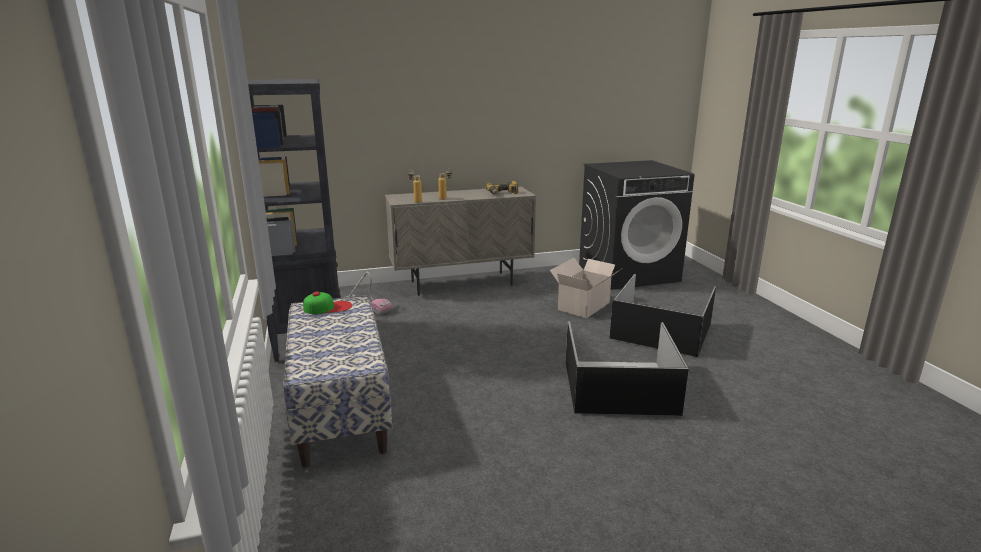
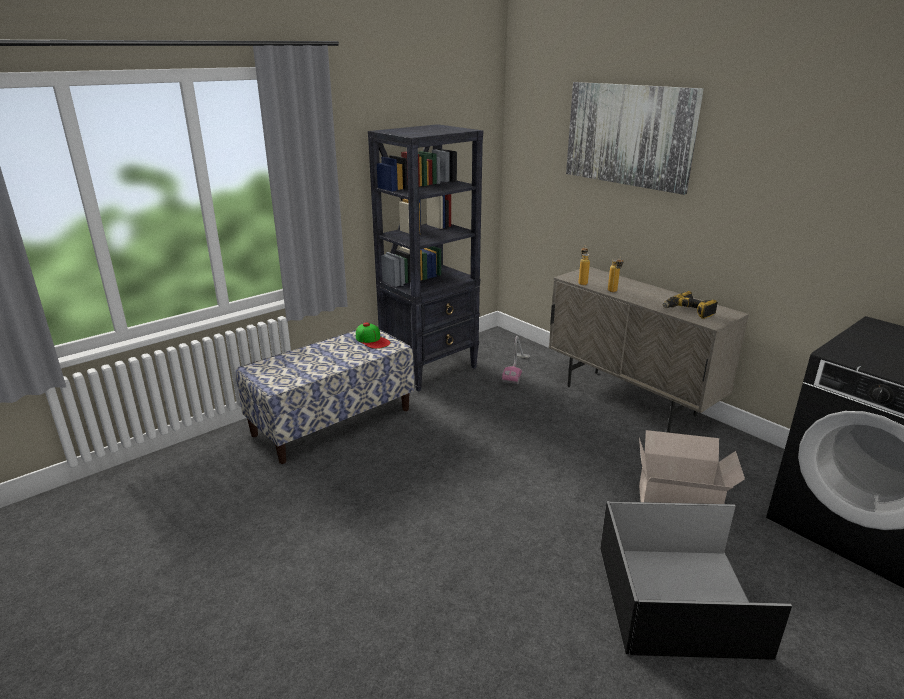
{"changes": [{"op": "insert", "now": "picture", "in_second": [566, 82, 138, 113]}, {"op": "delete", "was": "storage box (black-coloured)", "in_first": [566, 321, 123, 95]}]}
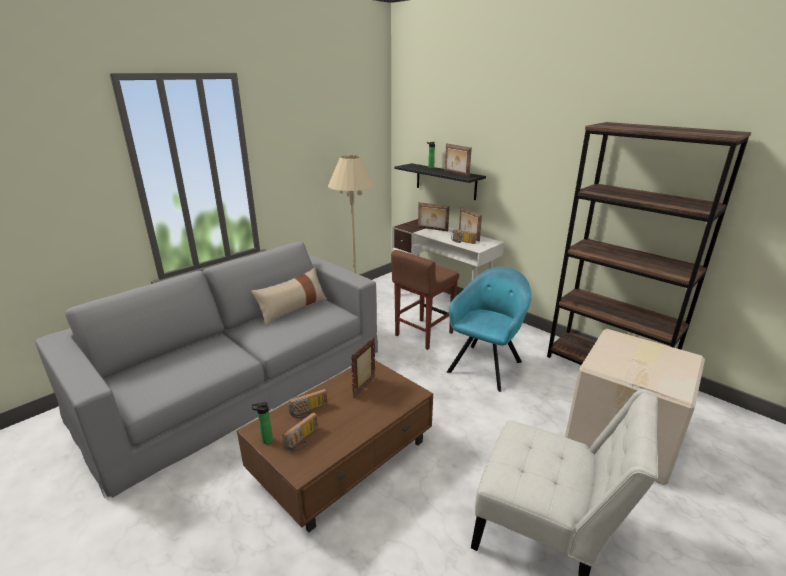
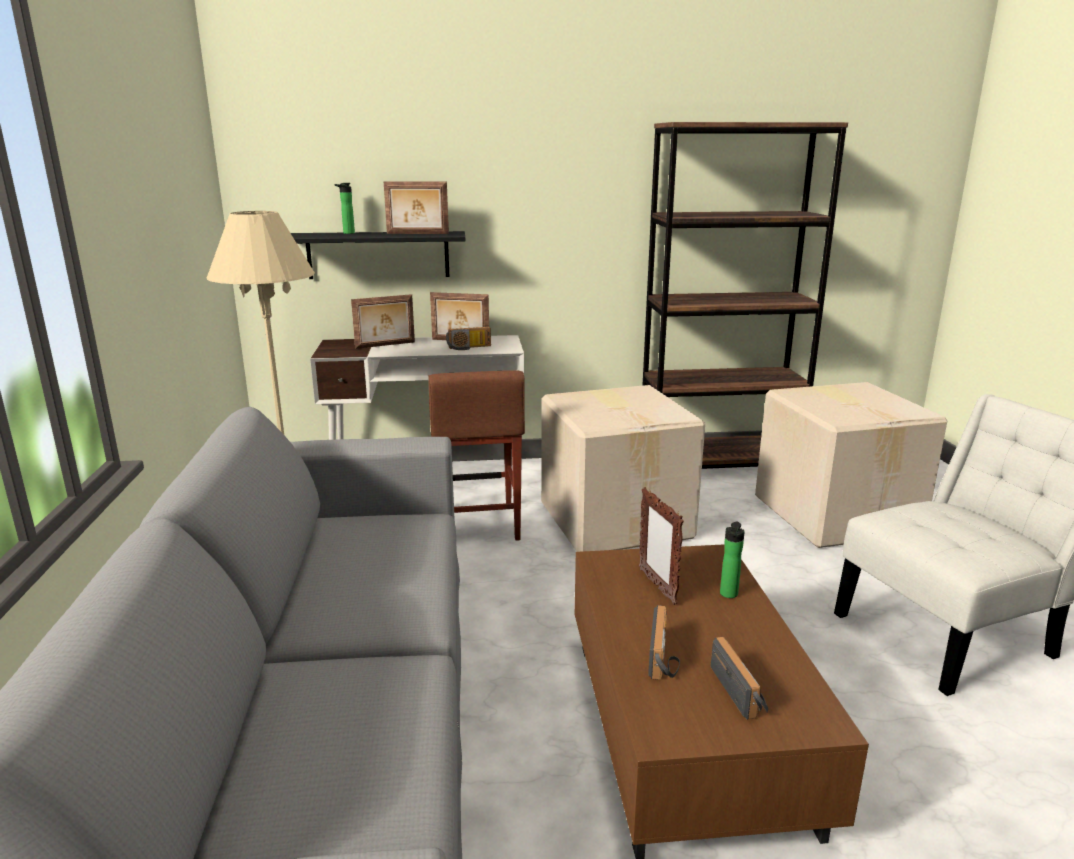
{"changes": [{"op": "replace", "was": "armchair (blue-green)", "now": "cardboard box", "in_first": [447, 267, 84, 125], "in_second": [541, 385, 164, 167]}, {"op": "move", "was": "drink bottle", "in_first": [252, 402, 21, 42], "in_second": [720, 521, 25, 77]}, {"op": "delete", "was": "pillow (beige)", "in_first": [251, 268, 76, 57]}]}
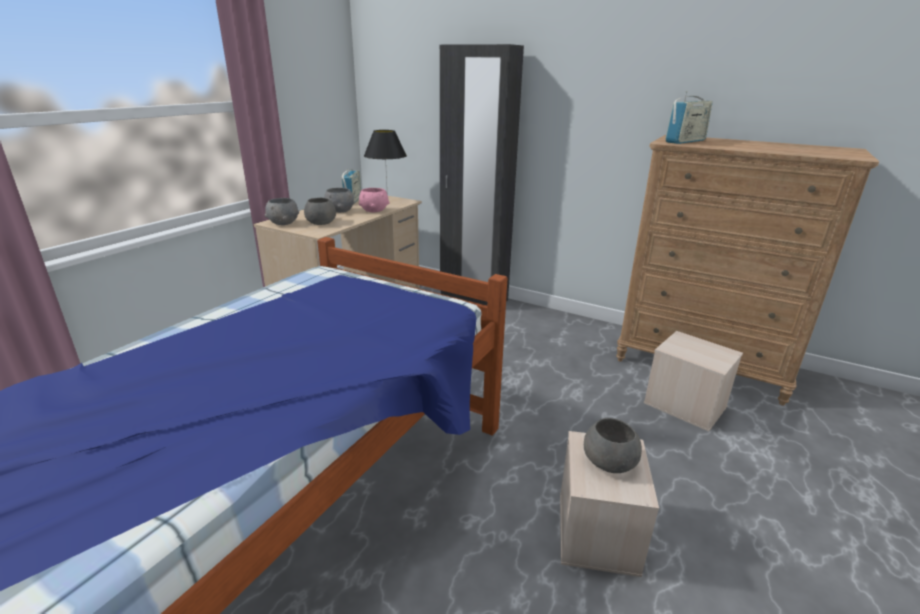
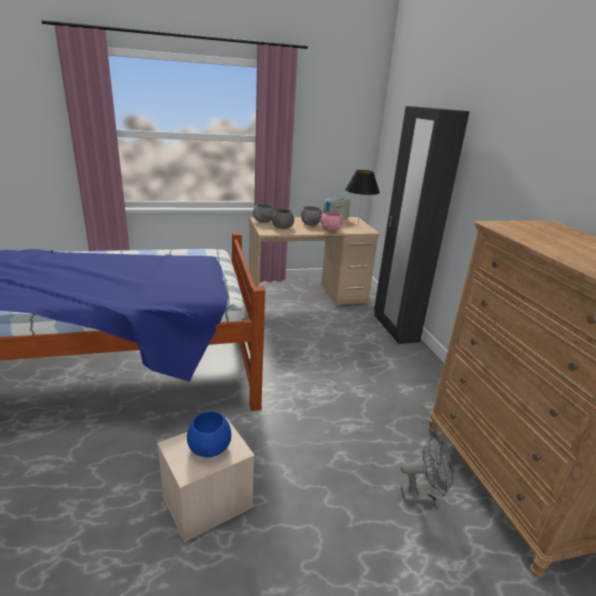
{"changes": [{"op": "recolor", "was": "serving bowl (grey)", "now": "serving bowl (bluish)", "in_first": [584, 418, 58, 55], "in_second": [187, 411, 44, 46]}, {"op": "replace", "was": "storage box (beige)", "now": "cooling fan (grey)", "in_first": [644, 331, 99, 101], "in_second": [401, 437, 53, 66]}, {"op": "delete", "was": "radio", "in_first": [665, 91, 48, 53]}]}
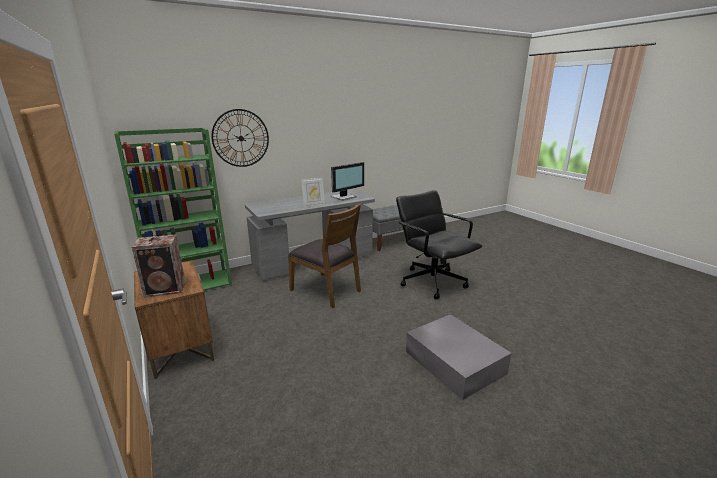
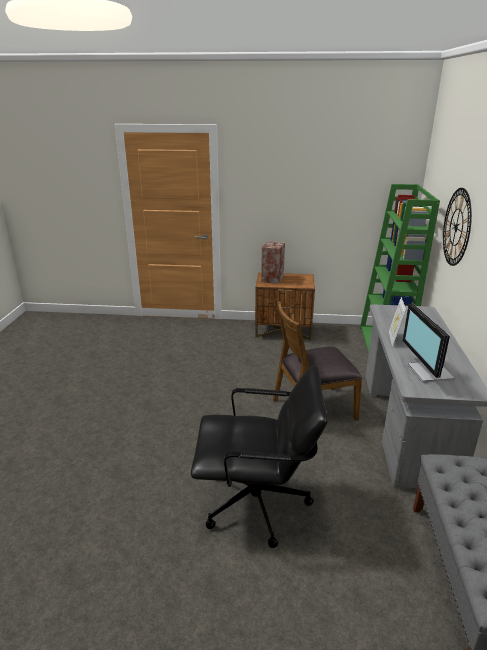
{"changes": [{"op": "delete", "was": "storage box (grey)", "in_first": [406, 314, 105, 86]}]}
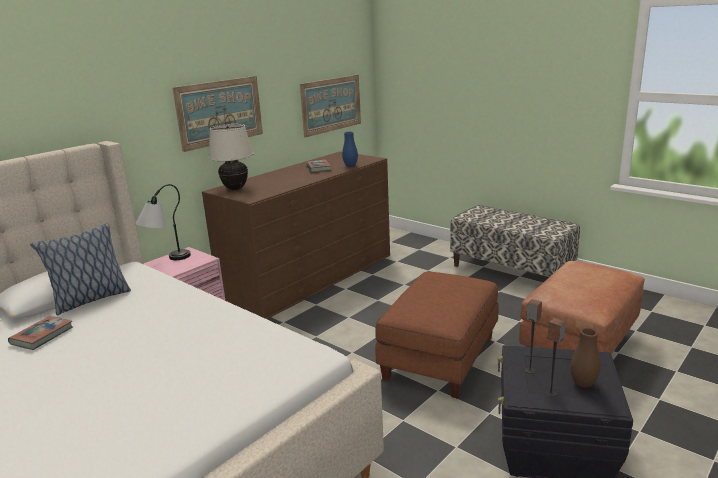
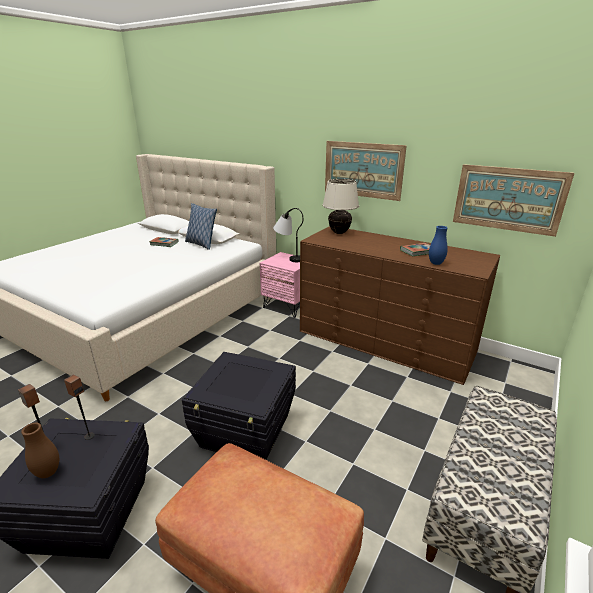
{"changes": [{"op": "replace", "was": "footrest (brown)", "now": "storage box (black-coloured)", "in_first": [375, 272, 124, 127], "in_second": [182, 352, 114, 108]}]}
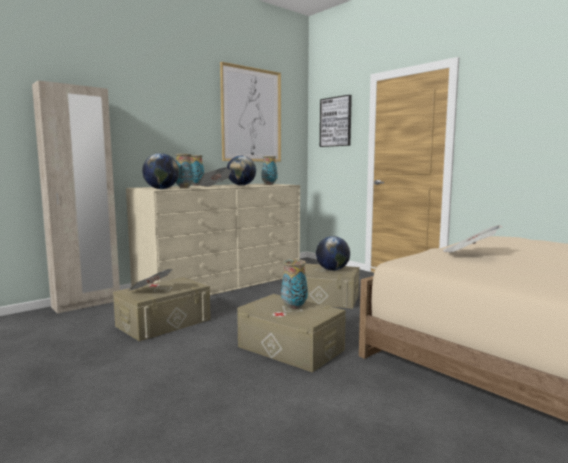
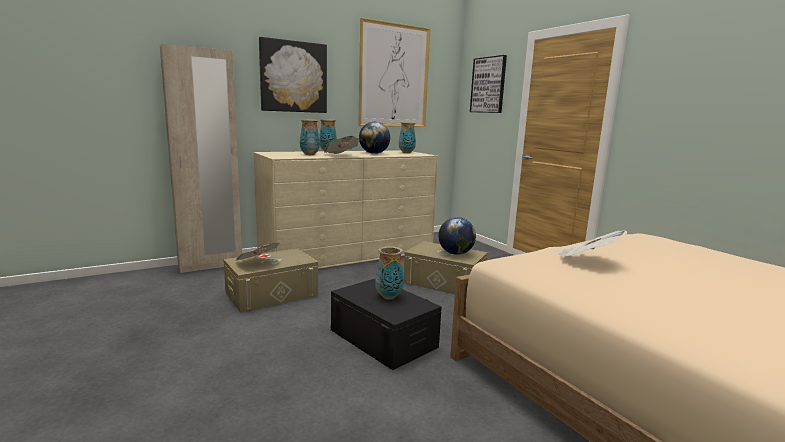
{"changes": [{"op": "insert", "now": "picture", "in_second": [259, 37, 68, 76]}, {"op": "recolor", "was": "storage box (beige)", "now": "storage box (black-coloured)", "in_first": [237, 294, 109, 79], "in_second": [331, 279, 111, 91]}, {"op": "delete", "was": "globe", "in_first": [142, 153, 37, 36]}]}
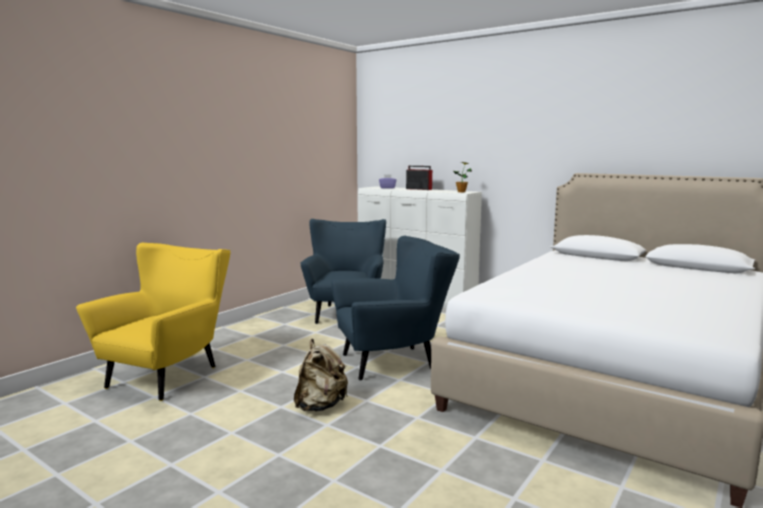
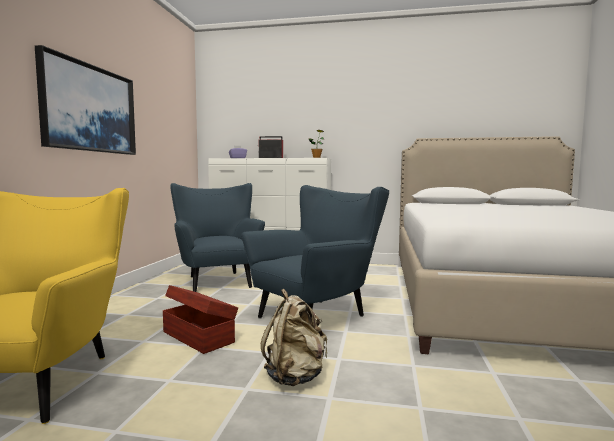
{"changes": [{"op": "insert", "now": "picture", "in_second": [35, 45, 101, 110]}, {"op": "insert", "now": "storage box (brown)", "in_second": [163, 285, 75, 69]}]}
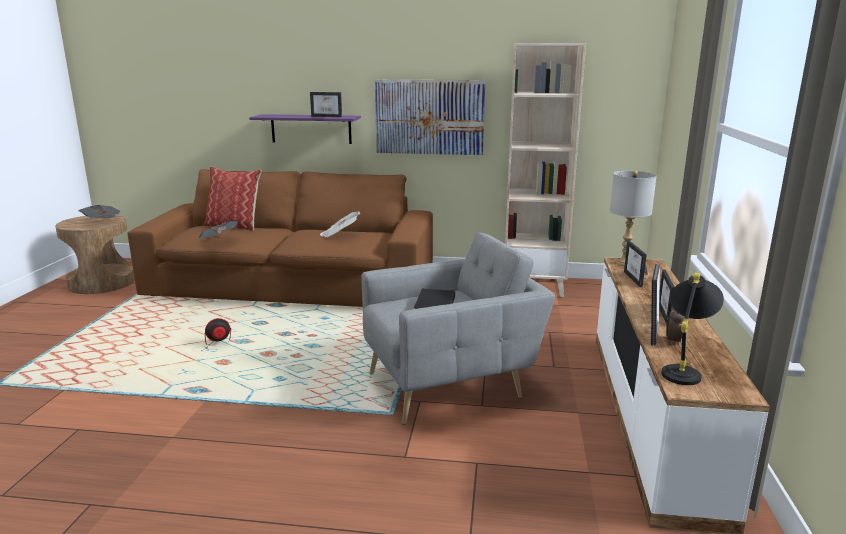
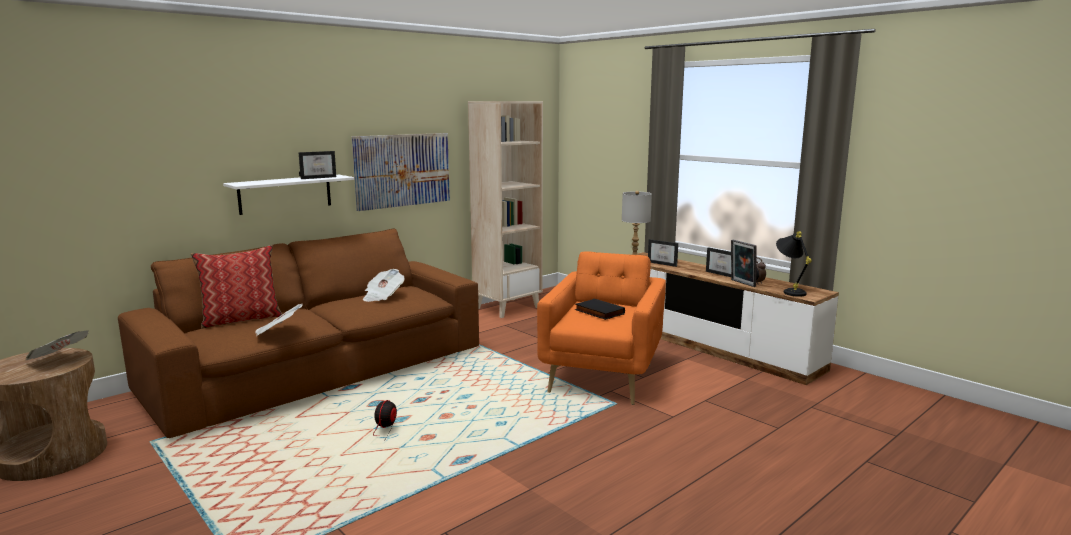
{"changes": [{"op": "recolor", "was": "shelf (purple)", "now": "shelf (white)", "in_first": [249, 114, 112, 30], "in_second": [223, 175, 131, 40]}, {"op": "recolor", "was": "armchair (grey)", "now": "armchair (orange-coloured)", "in_first": [361, 233, 194, 192], "in_second": [537, 251, 129, 154]}]}
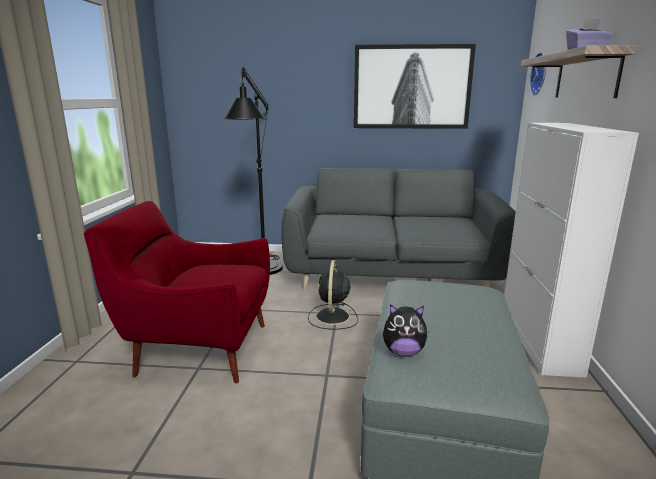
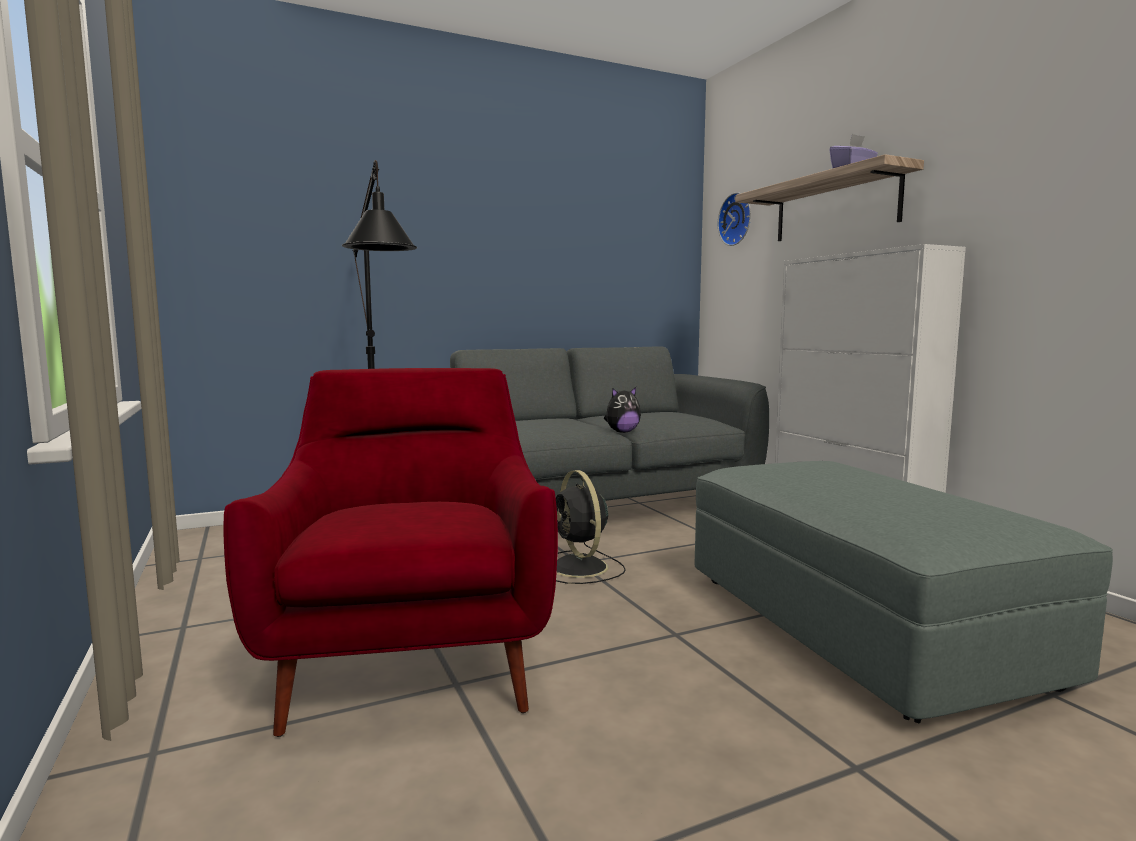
{"changes": [{"op": "rotate", "was": "armchair (red)", "in_first": [84, 201, 186, 182], "in_second": [224, 368, 334, 369], "clockwise": 105}, {"op": "move", "was": "soft toy", "in_first": [383, 304, 46, 52], "in_second": [604, 387, 37, 46]}, {"op": "delete", "was": "picture", "in_first": [354, 44, 122, 85]}]}
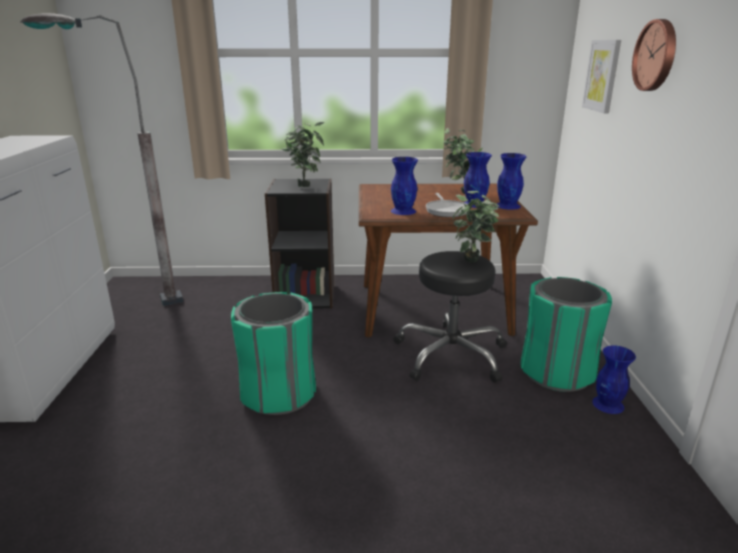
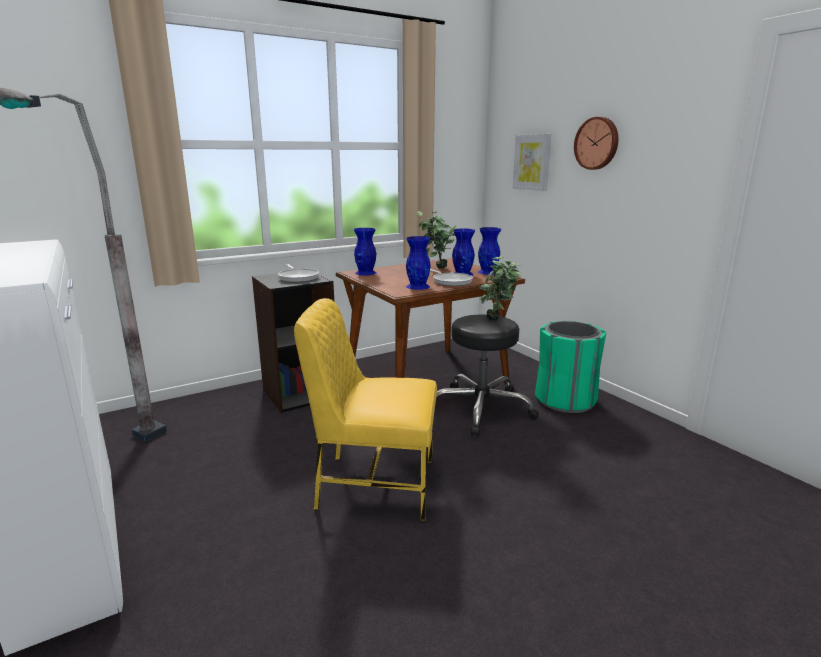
{"changes": [{"op": "replace", "was": "potted plant", "now": "frying pan", "in_first": [281, 122, 43, 65], "in_second": [278, 264, 41, 18]}, {"op": "replace", "was": "rubbish bin (green)", "now": "chair (yellow)", "in_first": [231, 292, 85, 123], "in_second": [294, 298, 143, 223]}, {"op": "move", "was": "flower vase (bluish)", "in_first": [592, 345, 44, 69], "in_second": [354, 228, 23, 47]}]}
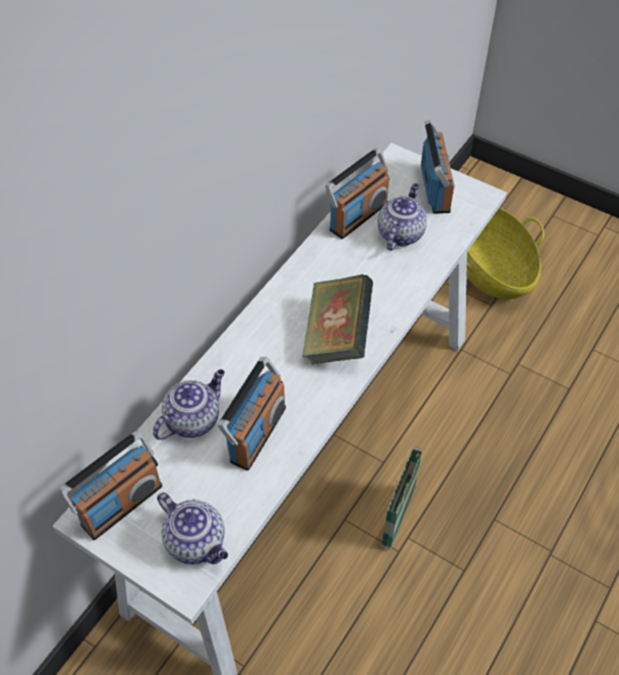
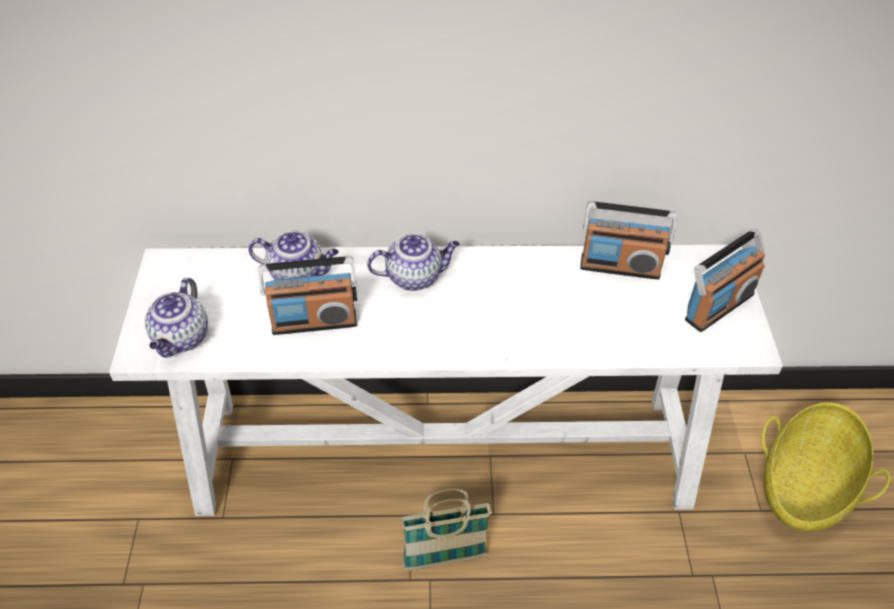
{"changes": [{"op": "move", "was": "tea pot", "in_first": [378, 183, 49, 67], "in_second": [367, 233, 93, 58]}, {"op": "delete", "was": "radio", "in_first": [59, 430, 103, 110]}, {"op": "delete", "was": "volume", "in_first": [302, 274, 71, 90]}]}
